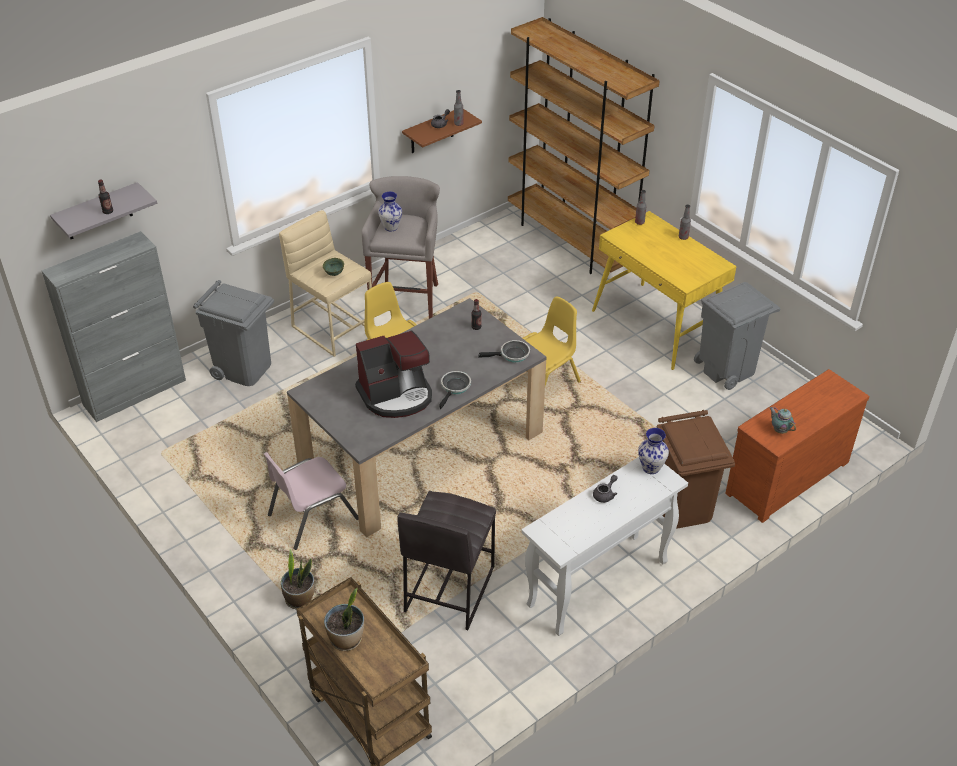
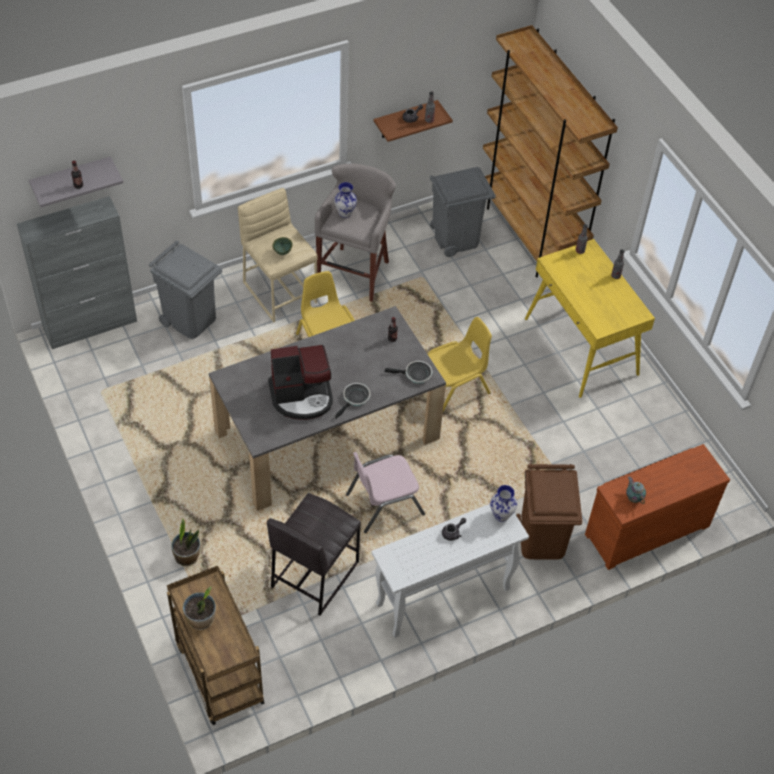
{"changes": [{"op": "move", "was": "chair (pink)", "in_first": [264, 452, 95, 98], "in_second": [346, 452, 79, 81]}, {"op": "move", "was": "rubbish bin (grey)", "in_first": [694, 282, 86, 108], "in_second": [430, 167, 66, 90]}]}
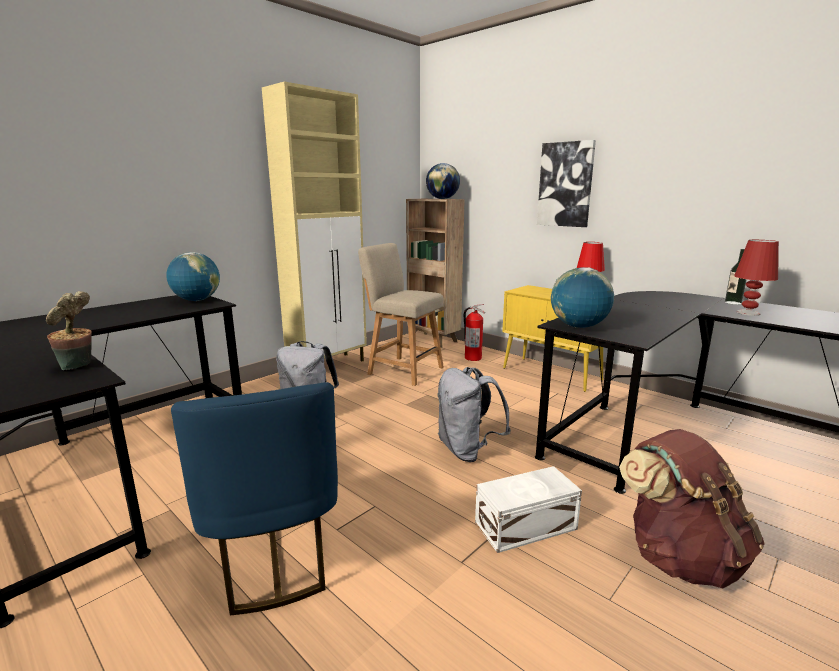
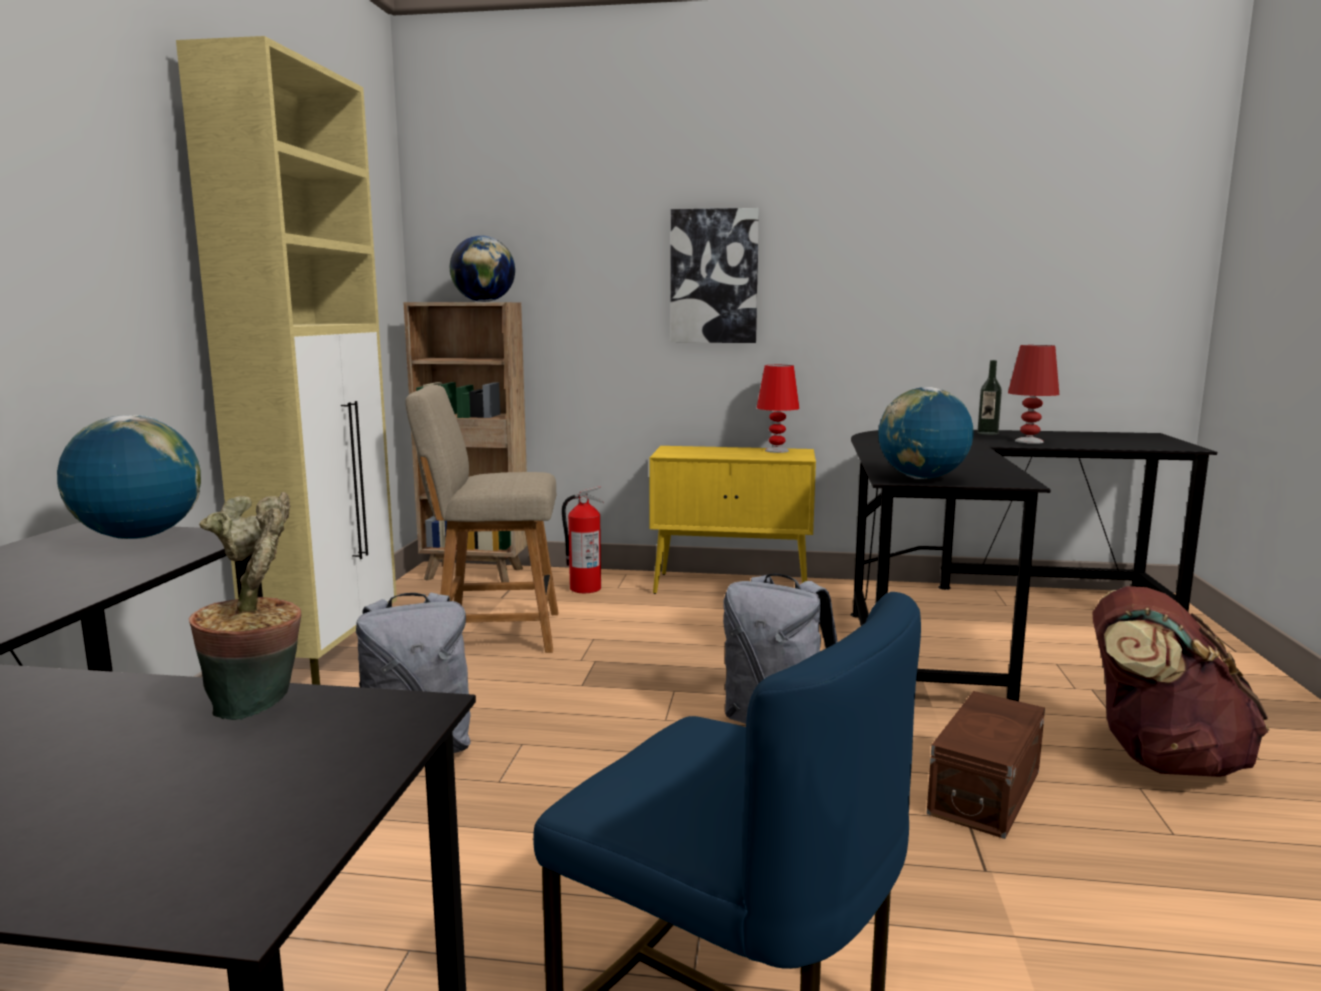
{"changes": [{"op": "recolor", "was": "storage box (white)", "now": "storage box (brown)", "in_first": [475, 466, 107, 87], "in_second": [927, 691, 118, 148]}]}
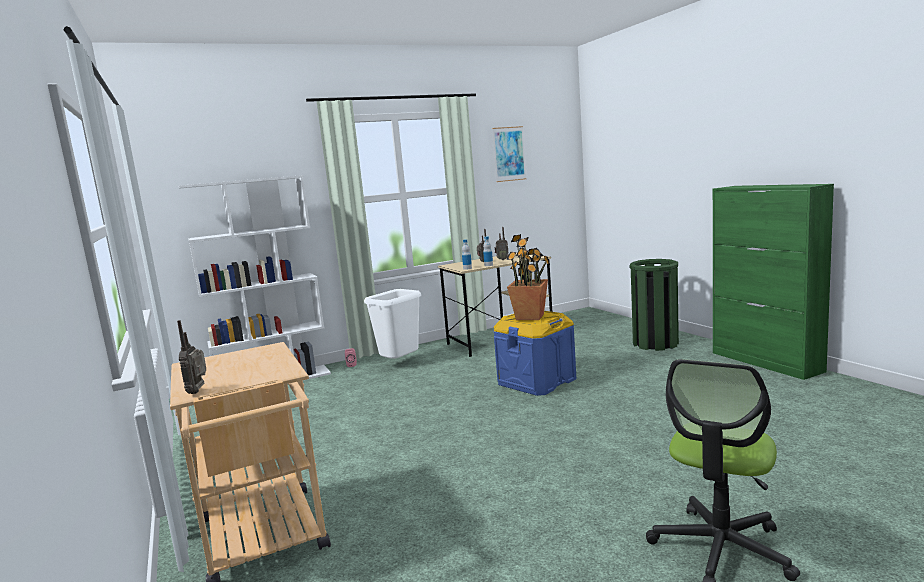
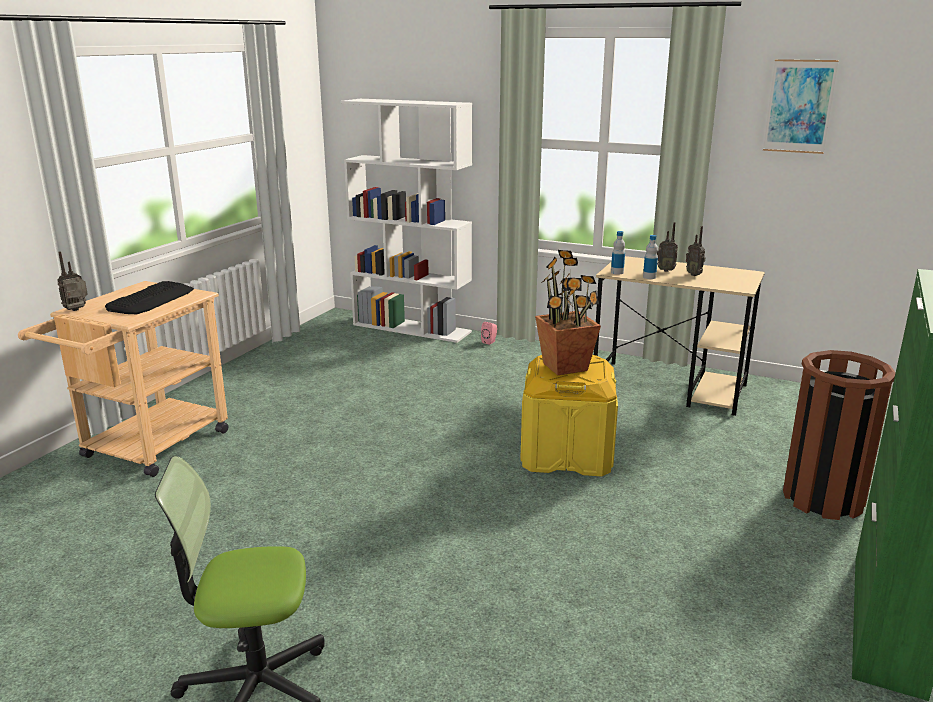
{"changes": [{"op": "insert", "now": "PC keyboard", "in_second": [105, 281, 89, 33]}, {"op": "recolor", "was": "storage box (bluish)", "now": "storage box (yellow)", "in_first": [493, 311, 83, 85], "in_second": [520, 355, 98, 121]}, {"op": "recolor", "was": "rubbish bin (green)", "now": "rubbish bin (brown)", "in_first": [629, 259, 50, 92], "in_second": [783, 350, 113, 170]}, {"op": "delete", "was": "rubbish bin (white)", "in_first": [364, 289, 57, 70]}]}
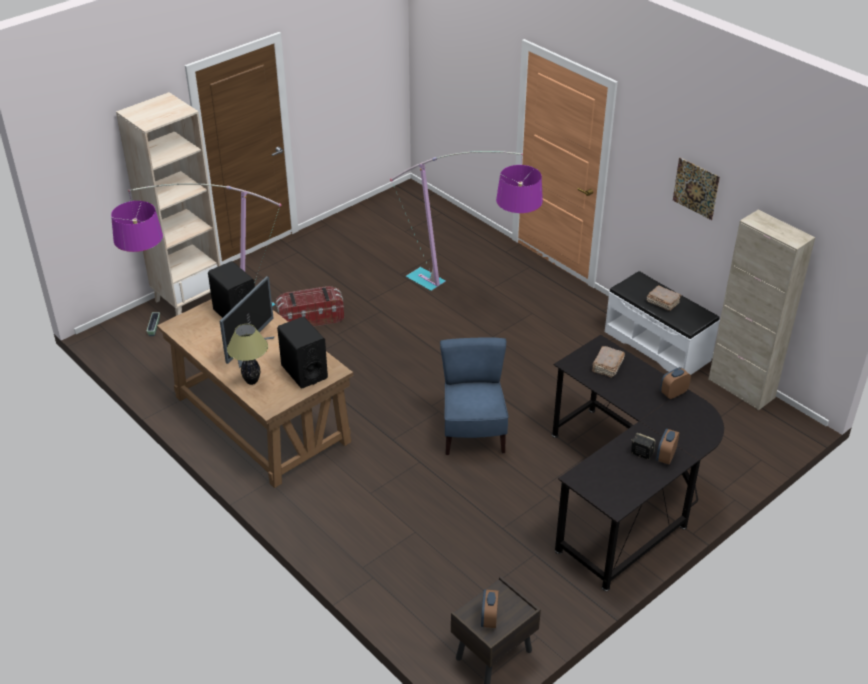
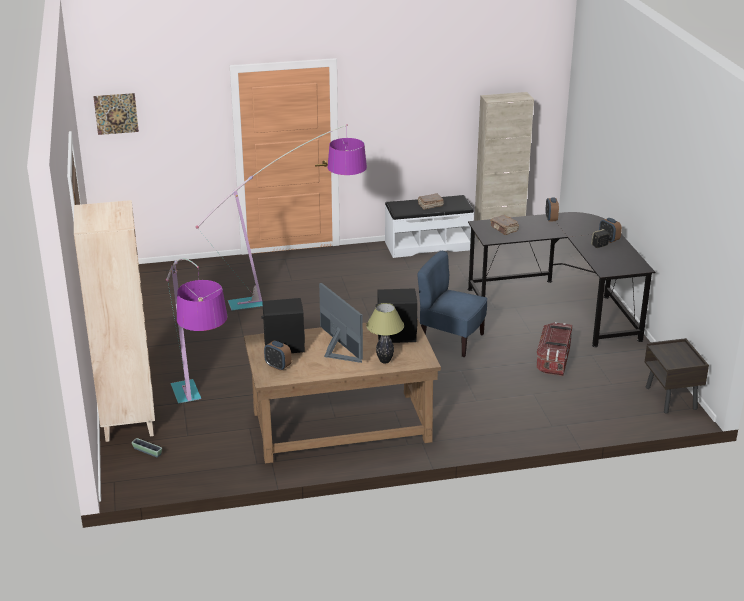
{"changes": [{"op": "move", "was": "picture", "in_first": [673, 158, 47, 62], "in_second": [93, 93, 46, 42]}, {"op": "move", "was": "bedside clock", "in_first": [481, 589, 18, 39], "in_second": [264, 341, 28, 30]}, {"op": "move", "was": "storage box", "in_first": [276, 286, 68, 41], "in_second": [536, 322, 36, 54]}]}
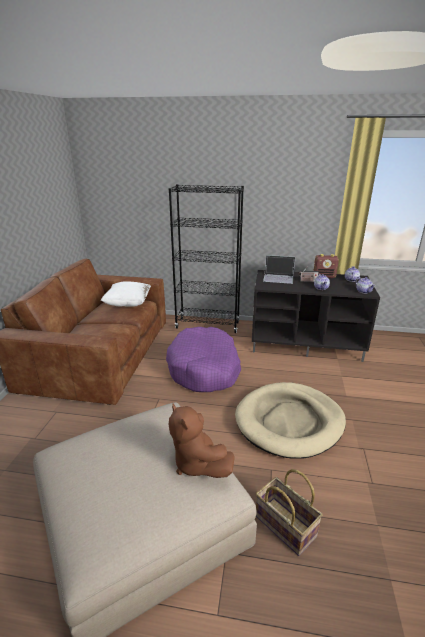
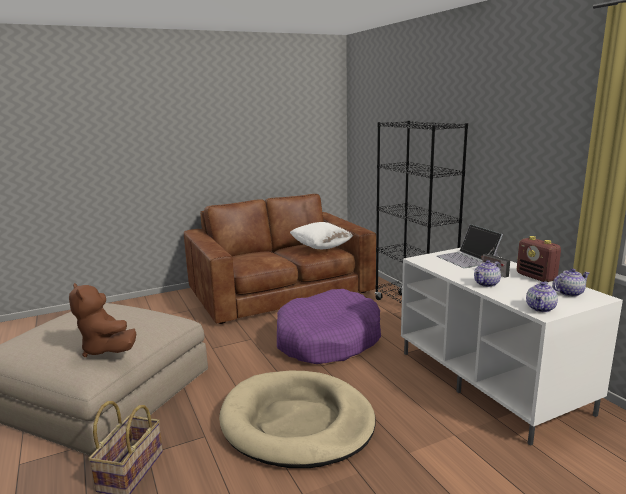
{"changes": [{"op": "rotate", "was": "soft toy (brown)", "in_first": [169, 403, 66, 75], "in_second": [69, 283, 67, 74], "clockwise": -60}, {"op": "recolor", "was": "tv stand (black-coloured)", "now": "tv stand (white)", "in_first": [252, 270, 128, 92], "in_second": [401, 248, 222, 198]}]}
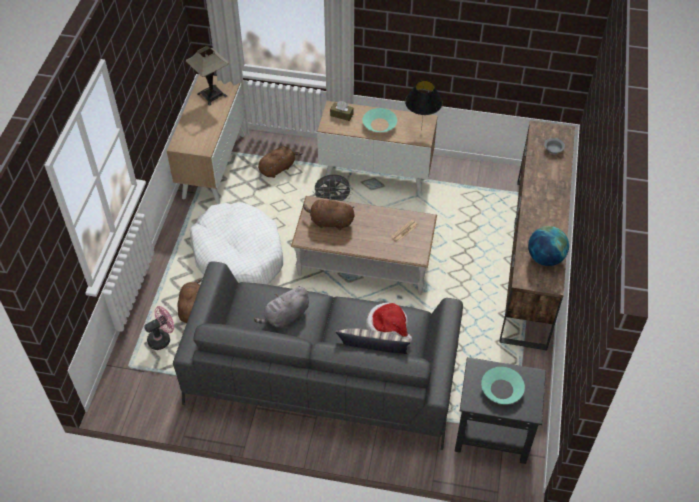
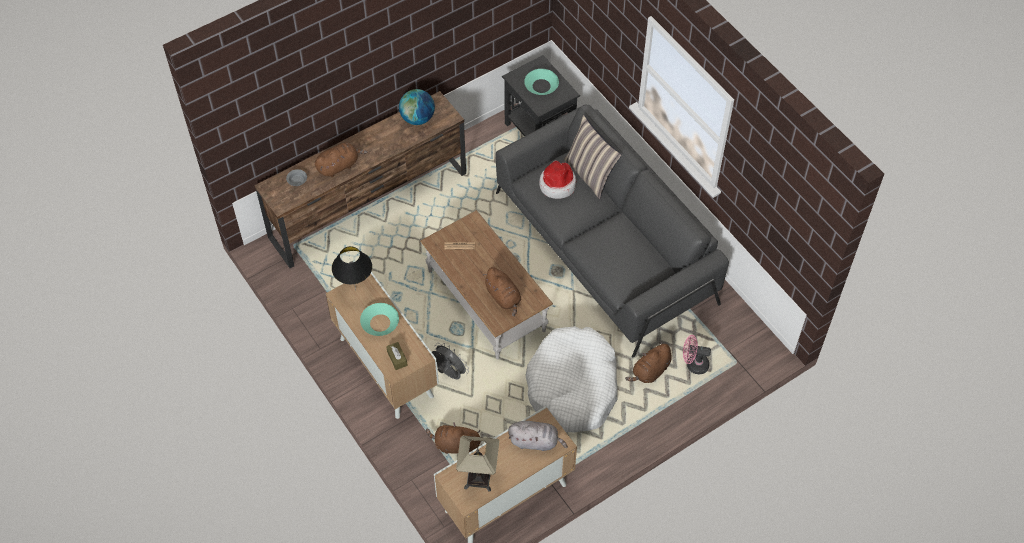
{"changes": [{"op": "insert", "now": "soft toy (brown)", "in_second": [315, 143, 52, 34]}, {"op": "move", "was": "soft toy (grey)", "in_first": [254, 286, 55, 42], "in_second": [508, 421, 60, 30]}]}
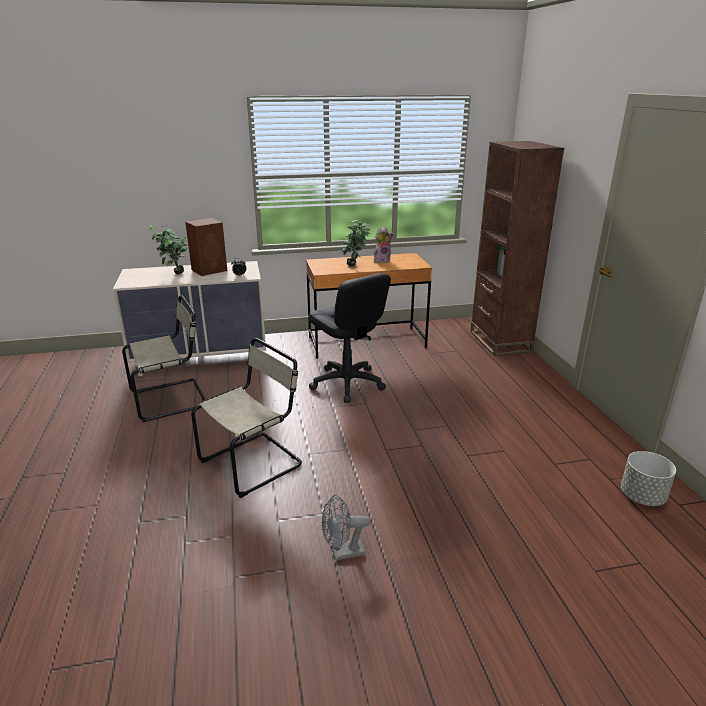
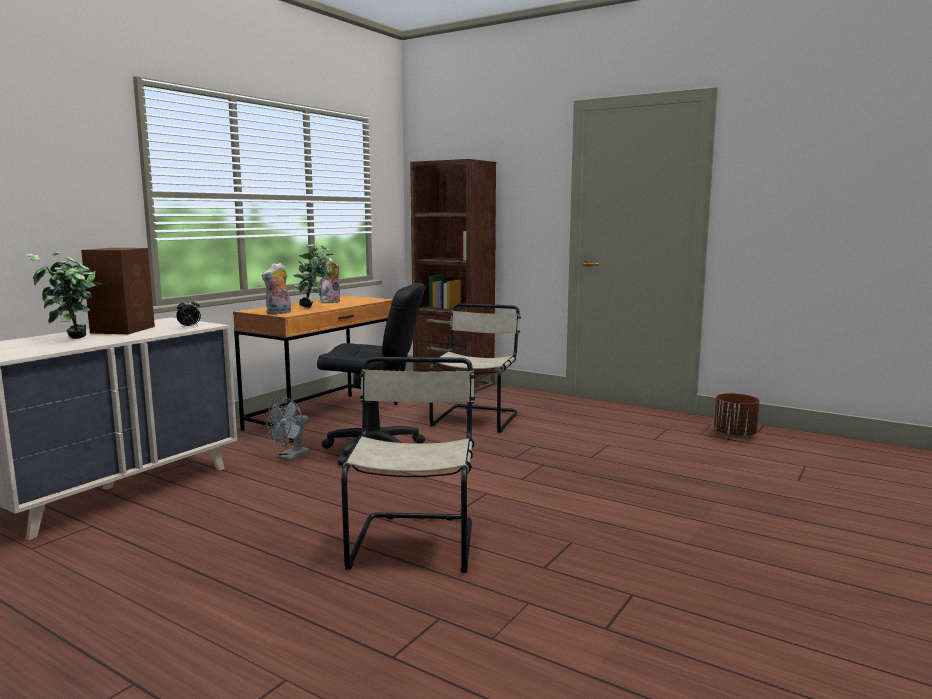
{"changes": [{"op": "insert", "now": "soft toy", "in_second": [261, 263, 30, 51]}, {"op": "move", "was": "cooling fan (grey)", "in_first": [322, 494, 49, 67], "in_second": [266, 397, 44, 64]}, {"op": "move", "was": "chair (beige)", "in_first": [122, 295, 84, 127], "in_second": [429, 303, 92, 130]}, {"op": "recolor", "was": "flower pot (grey)", "now": "flower pot (brown)", "in_first": [621, 451, 55, 55], "in_second": [714, 393, 46, 45]}]}
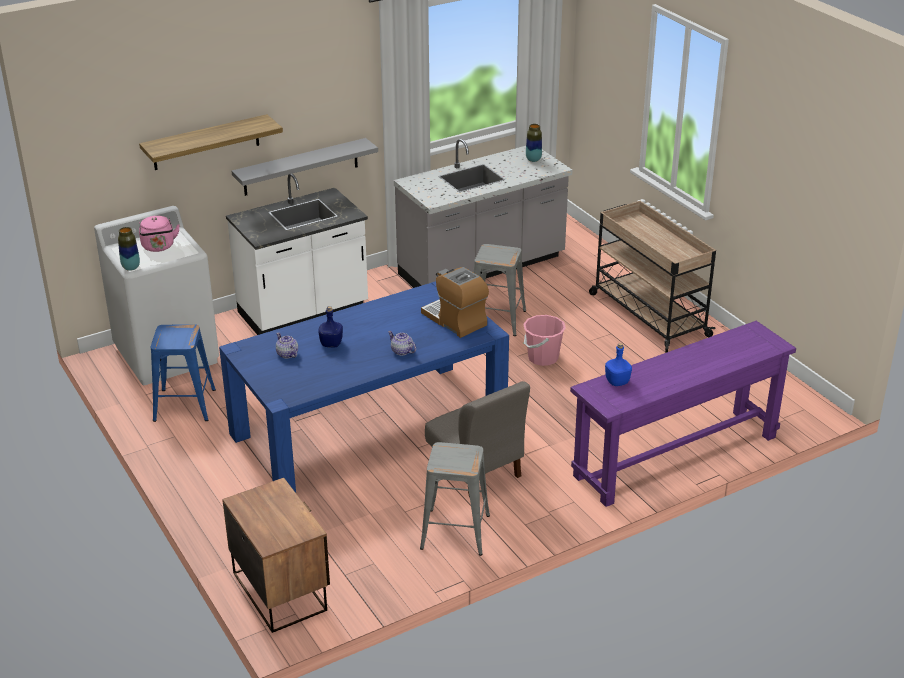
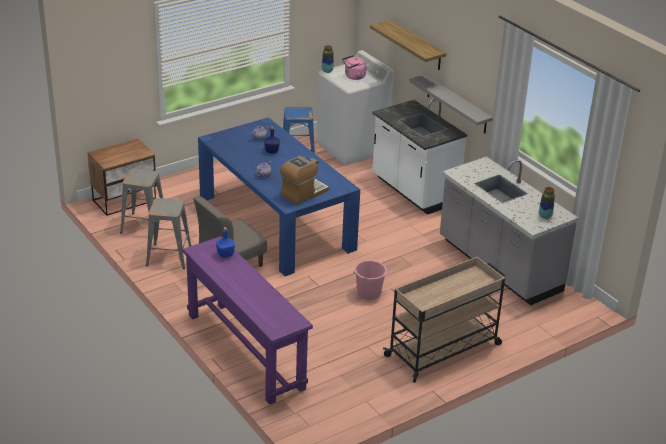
{"changes": [{"op": "move", "was": "stool seat (grey)", "in_first": [473, 244, 53, 92], "in_second": [120, 168, 43, 67]}]}
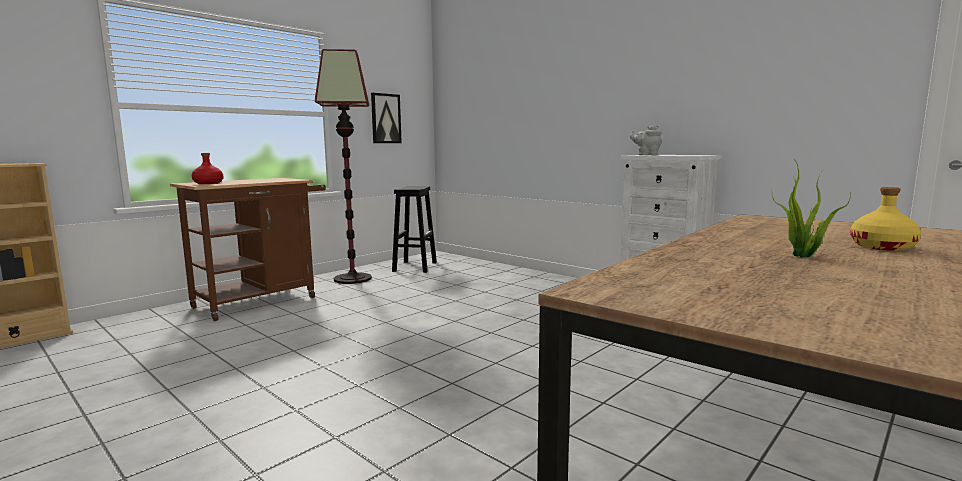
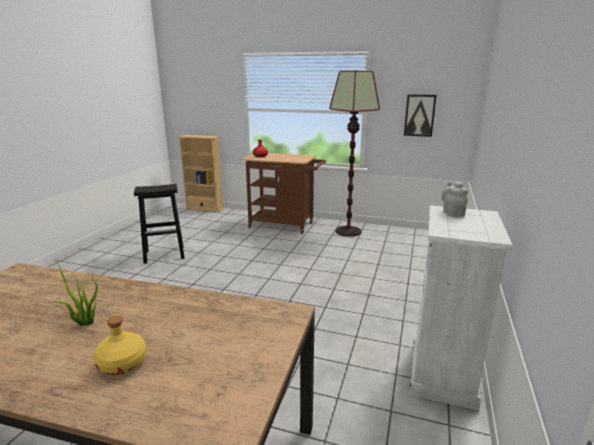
{"changes": [{"op": "move", "was": "stool seat (black-coloured)", "in_first": [392, 186, 45, 87], "in_second": [134, 184, 51, 80]}]}
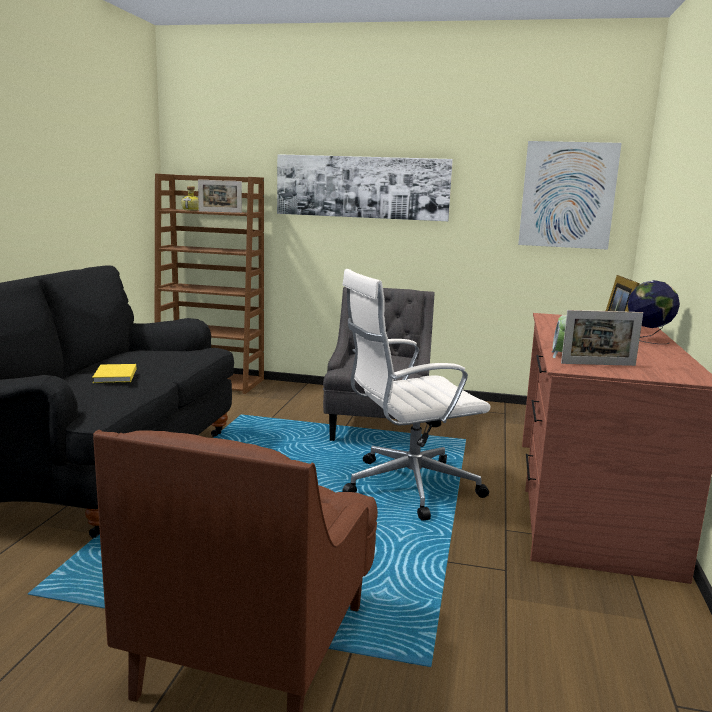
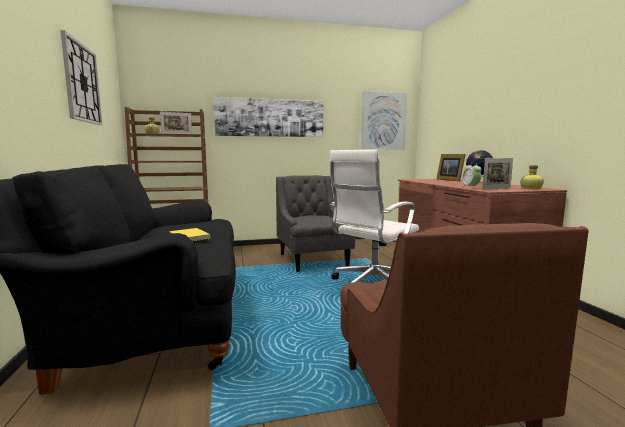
{"changes": [{"op": "insert", "now": "hanging clock", "in_second": [61, 30, 42, 95]}, {"op": "insert", "now": "drink bottle", "in_second": [521, 165, 23, 24]}]}
